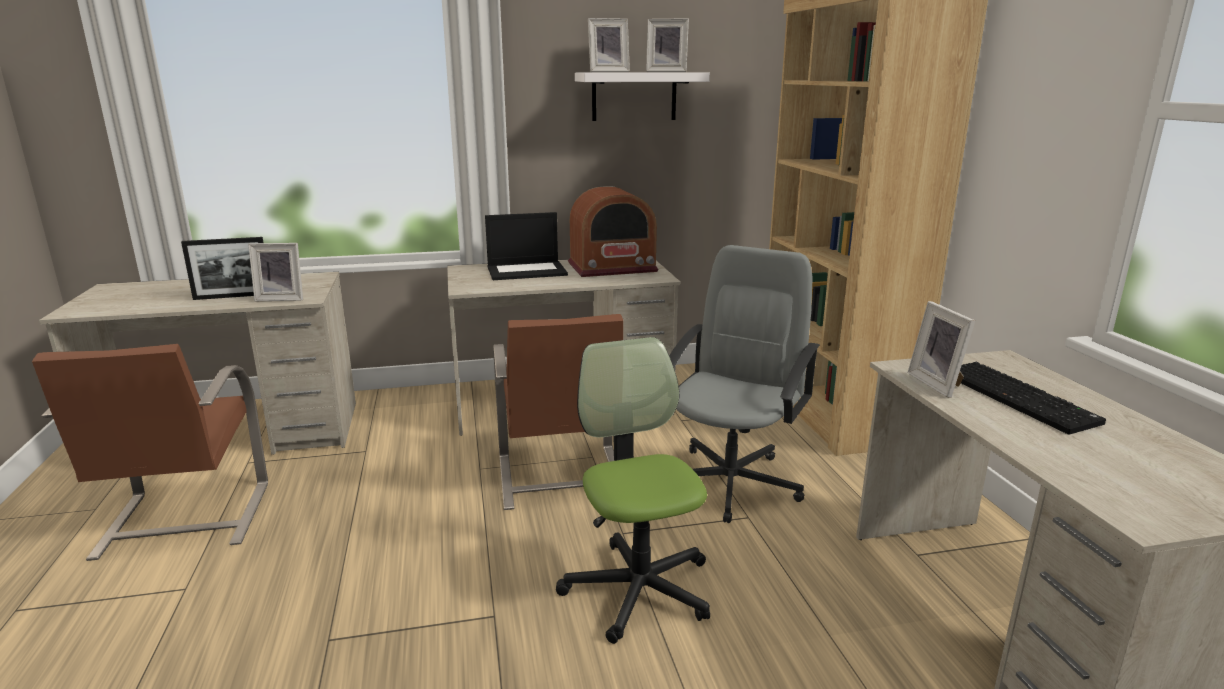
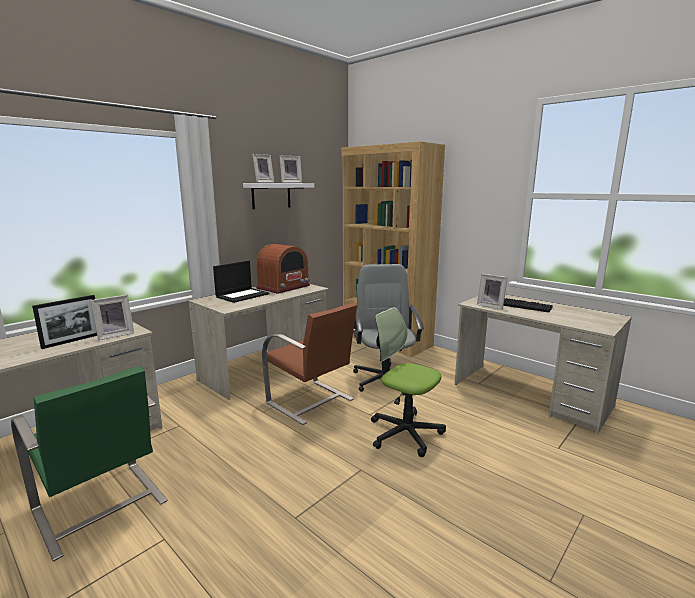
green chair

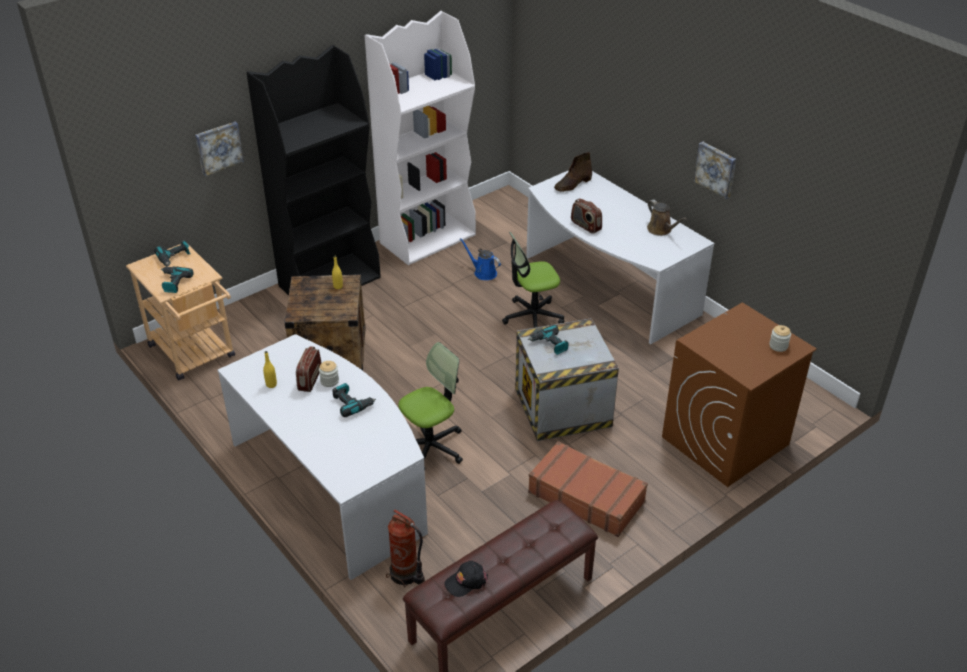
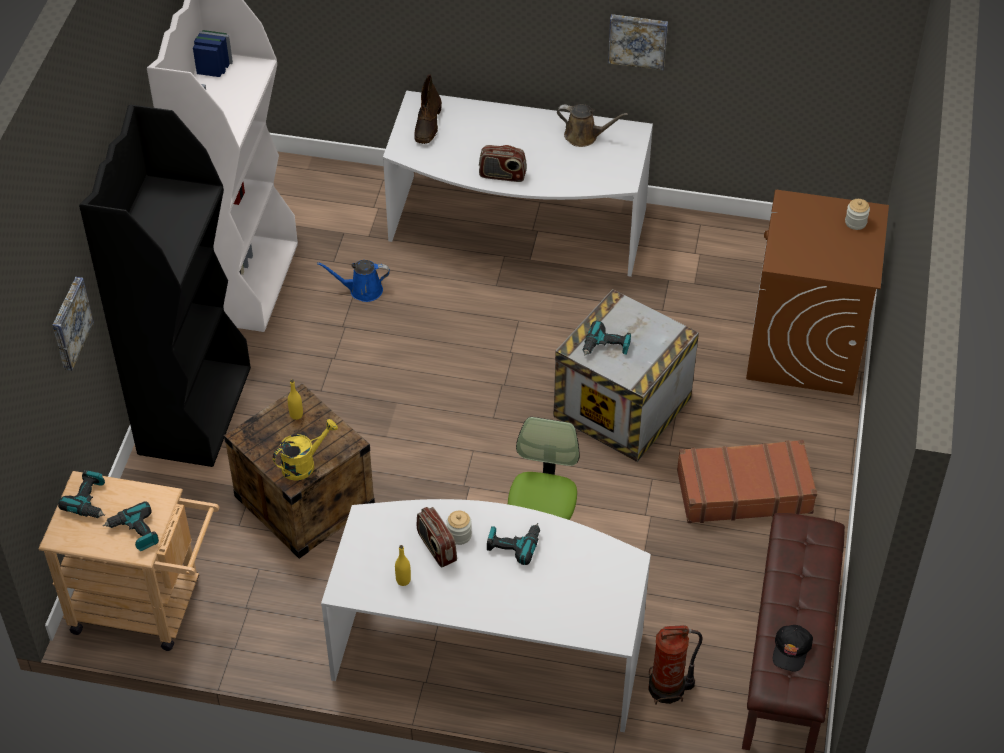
computer chair (no. 2 from left in the first image)
yellowish watering can

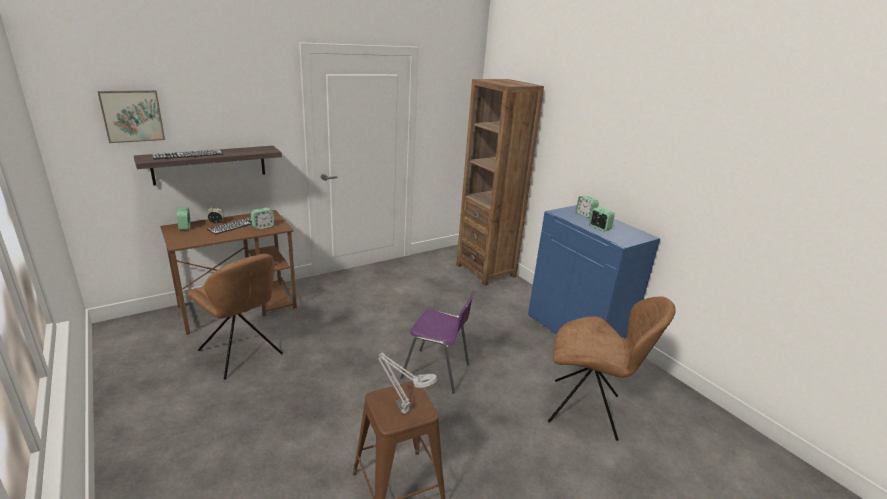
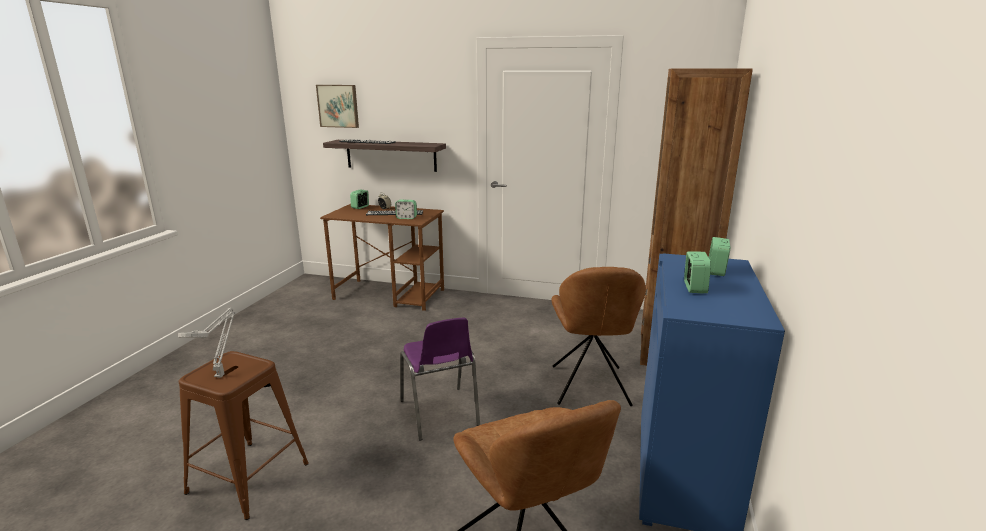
brownish chair (no. 2 from left)

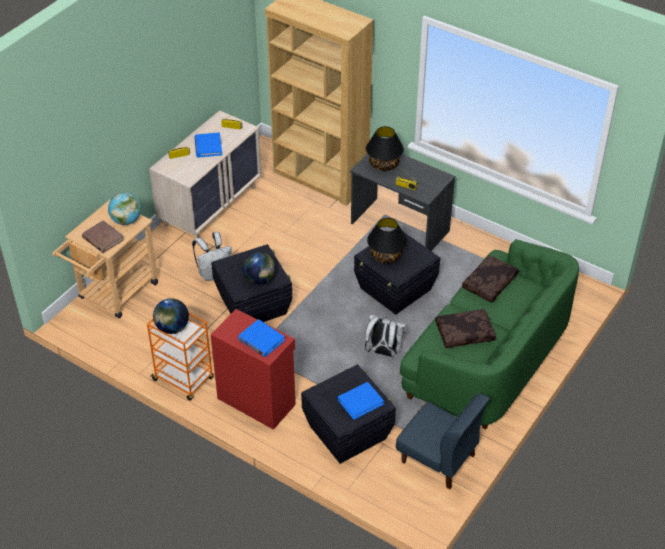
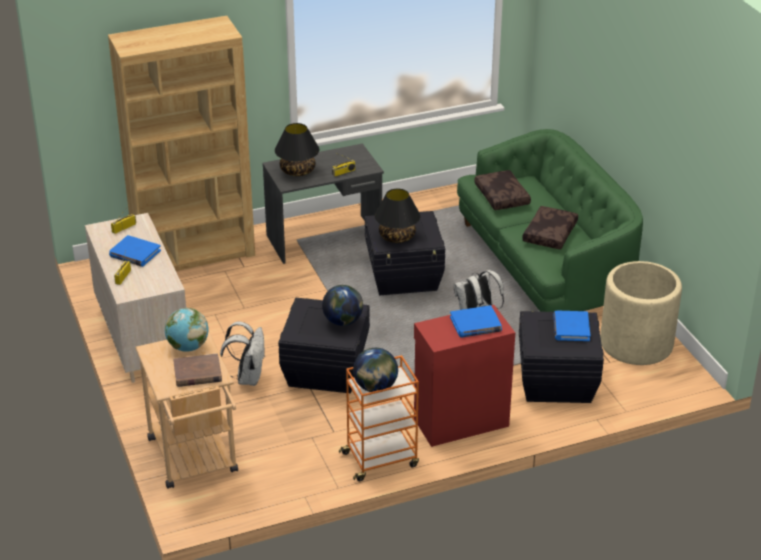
sand-coloured plant pot

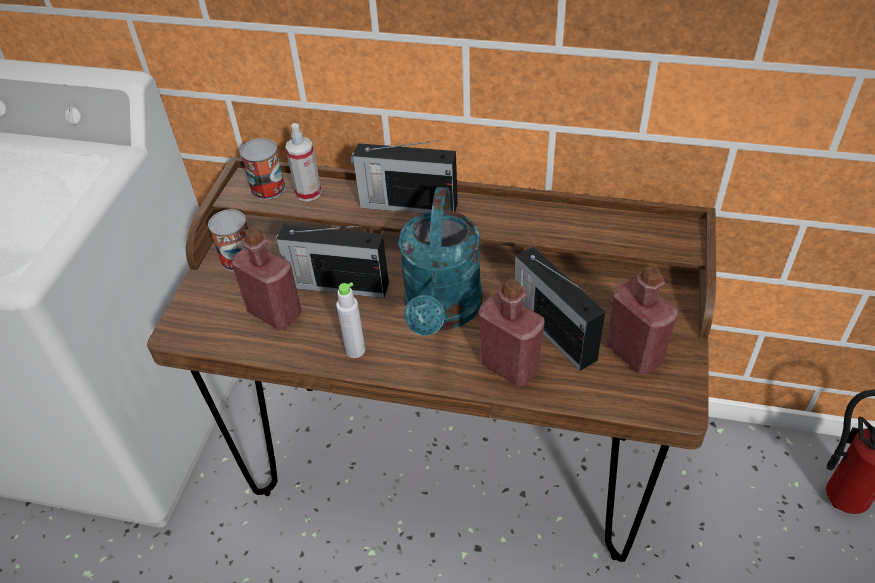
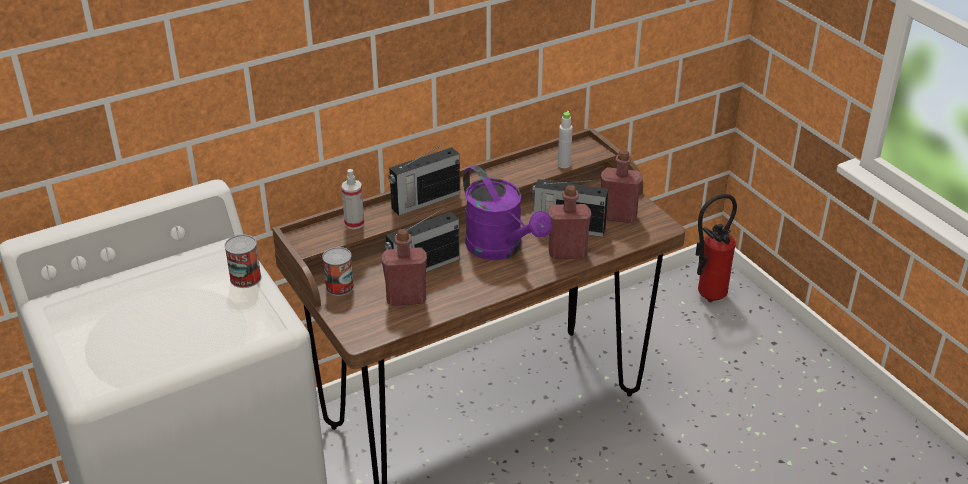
metal can (no. 1 from left)
gray bottle
purplish watering can

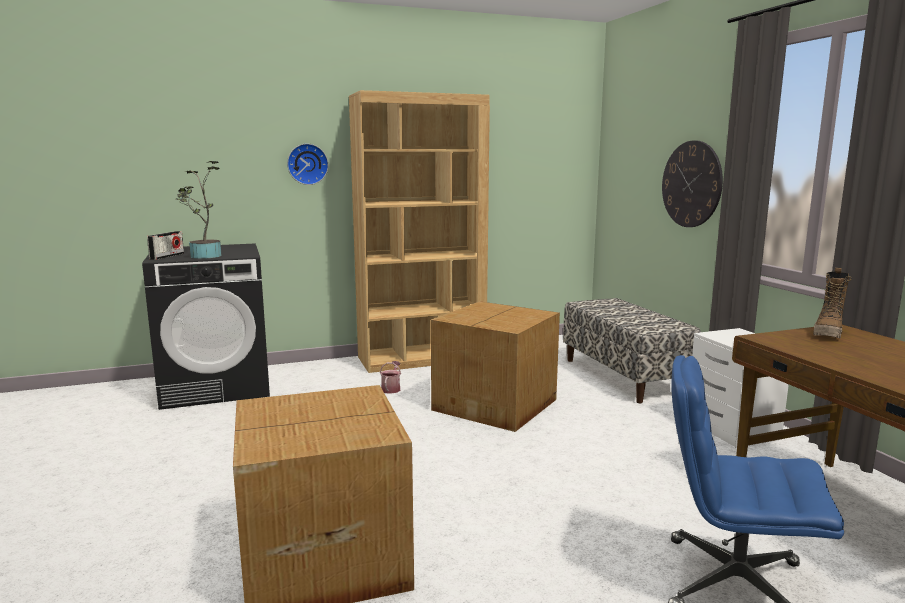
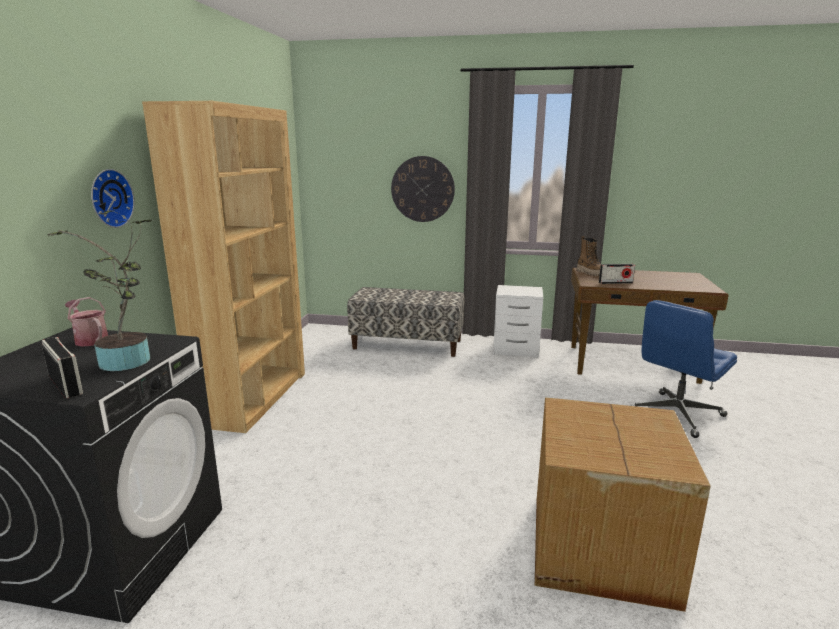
watering can
packing box (no. 2 from left in the first image)
radio set (no. 2 from left)

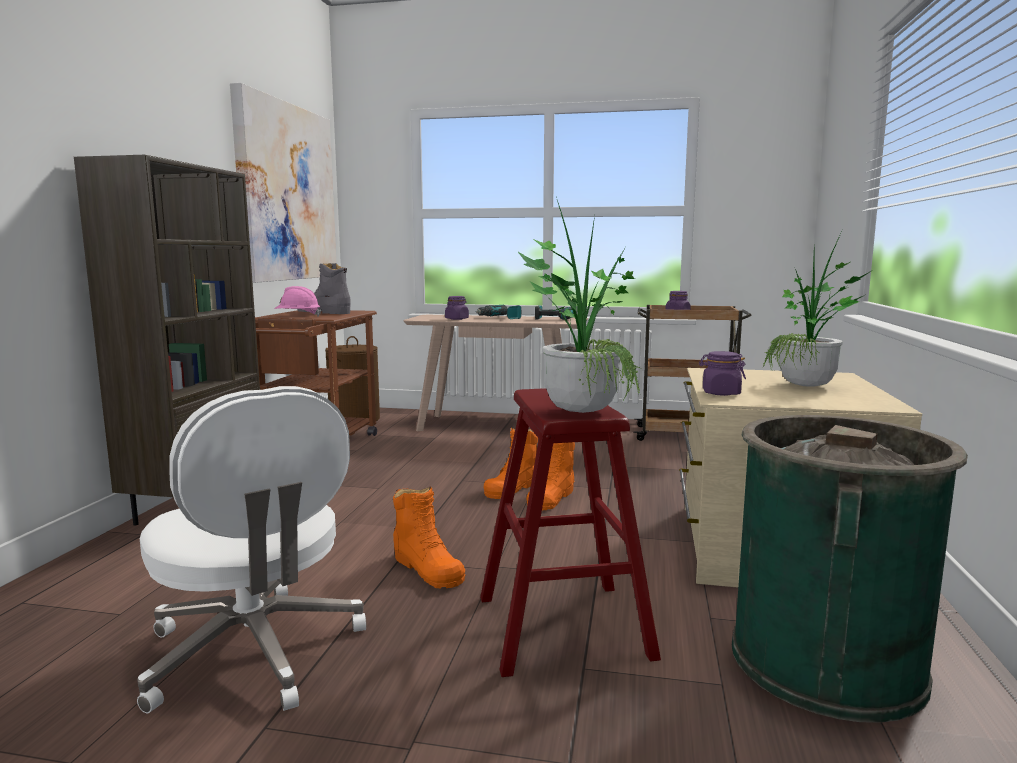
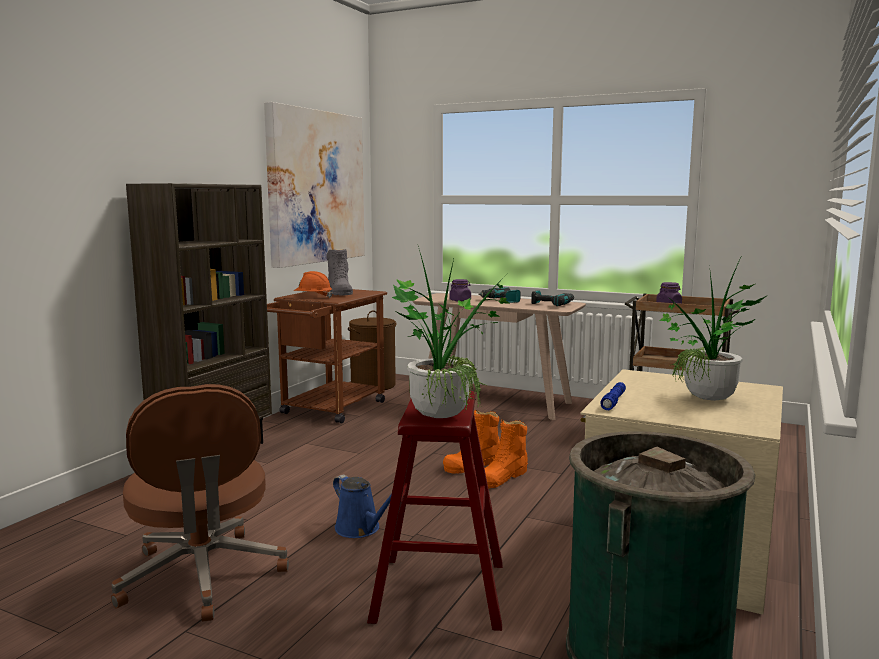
brownish computer chair
orange work helmet
gray tall boot
bluish watering can
bluish torch

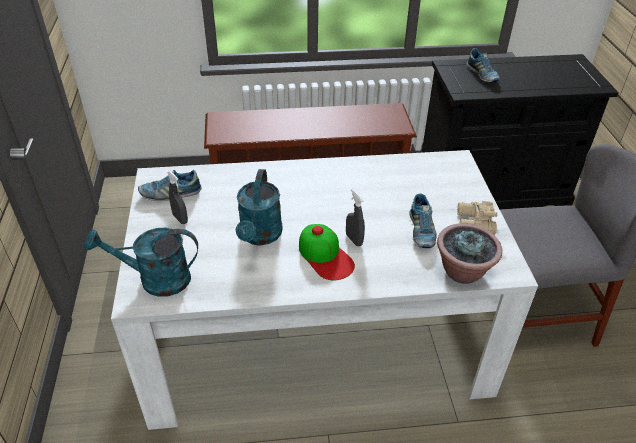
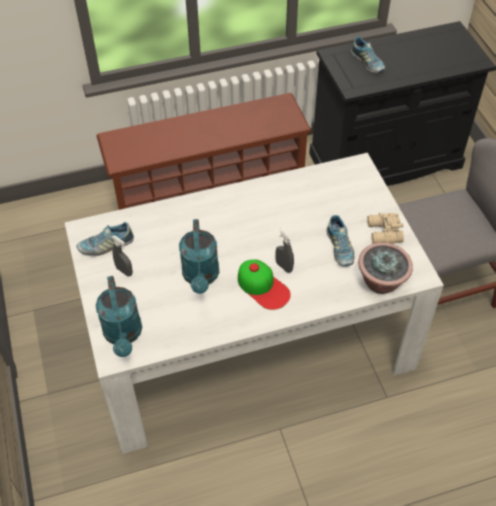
turquoise-coloured watering can (no. 1 from left)

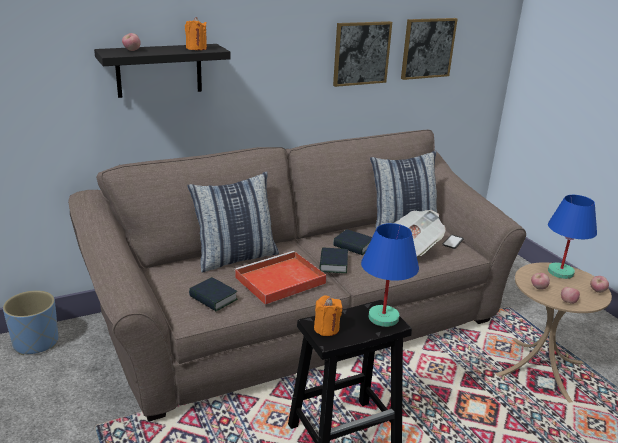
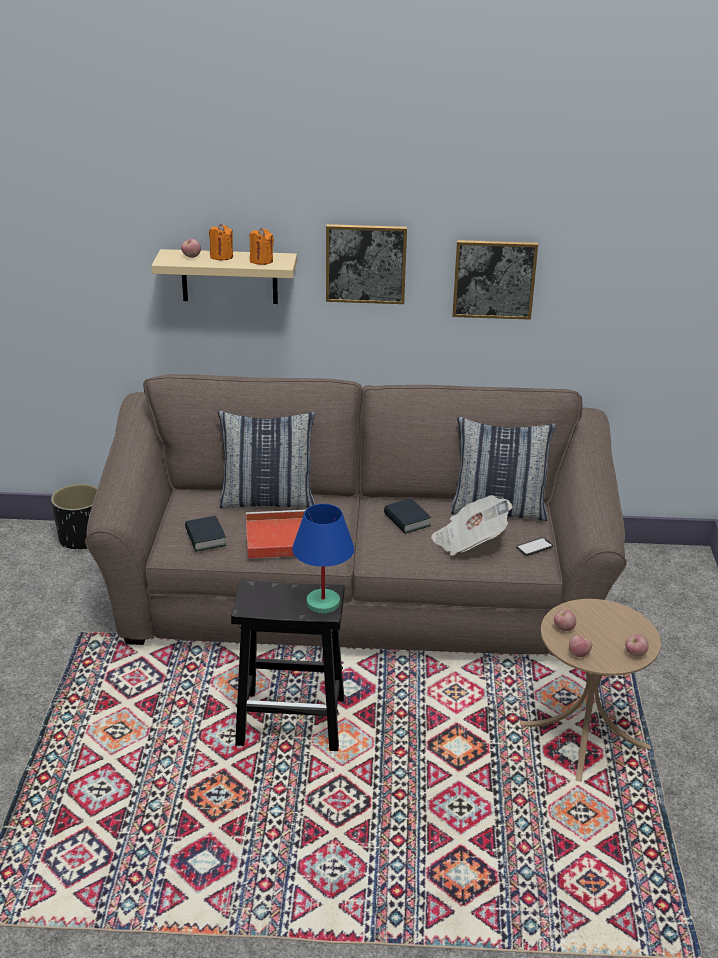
black plant pot
sand-coloured shelf
orange candle (no. 1 from left)
volume (no. 2 from left in the first image)
wall picture (no. 1 from left)
bluish table lamp (no. 2 from left in the first image)

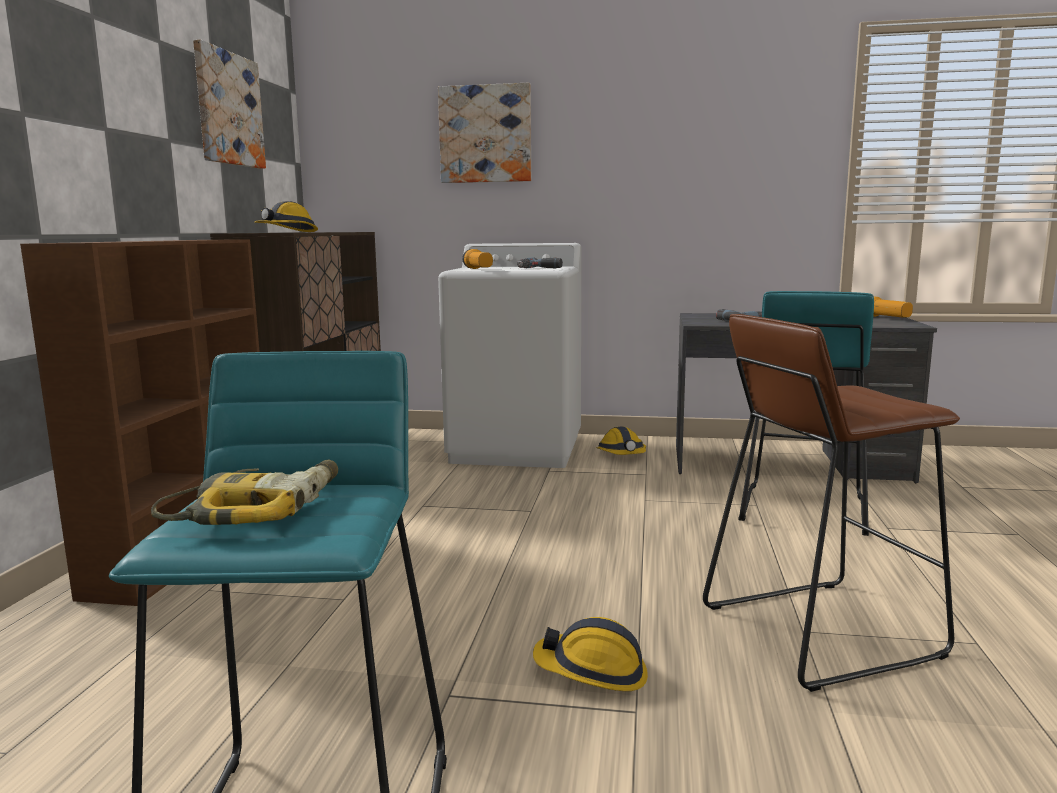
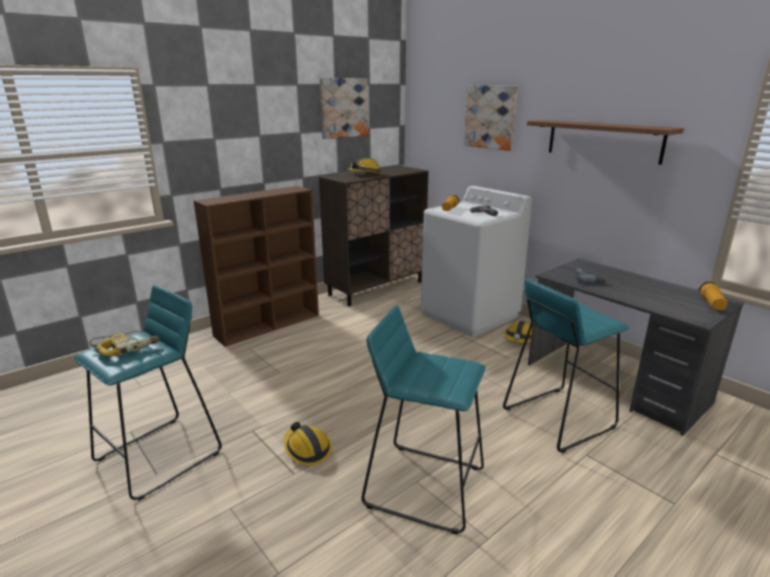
turquoise-coloured stool seat (no. 2 from left)
shelf

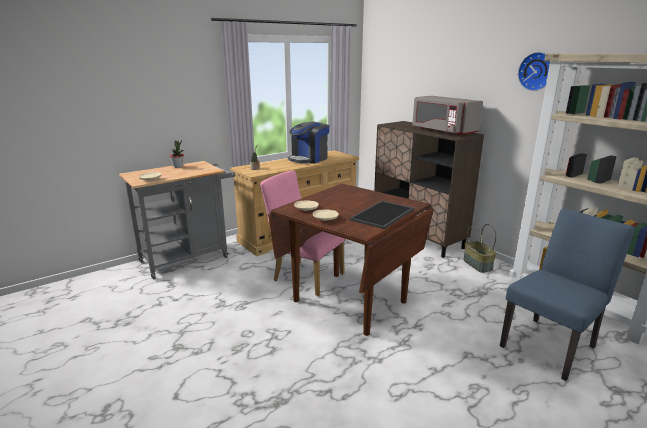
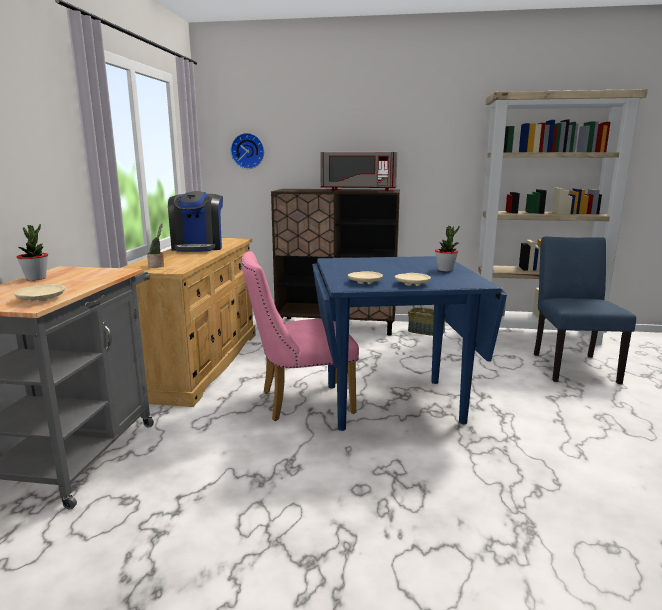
bluish kitchen table
plant in a pot (no. 3 from left)
hanging clock

